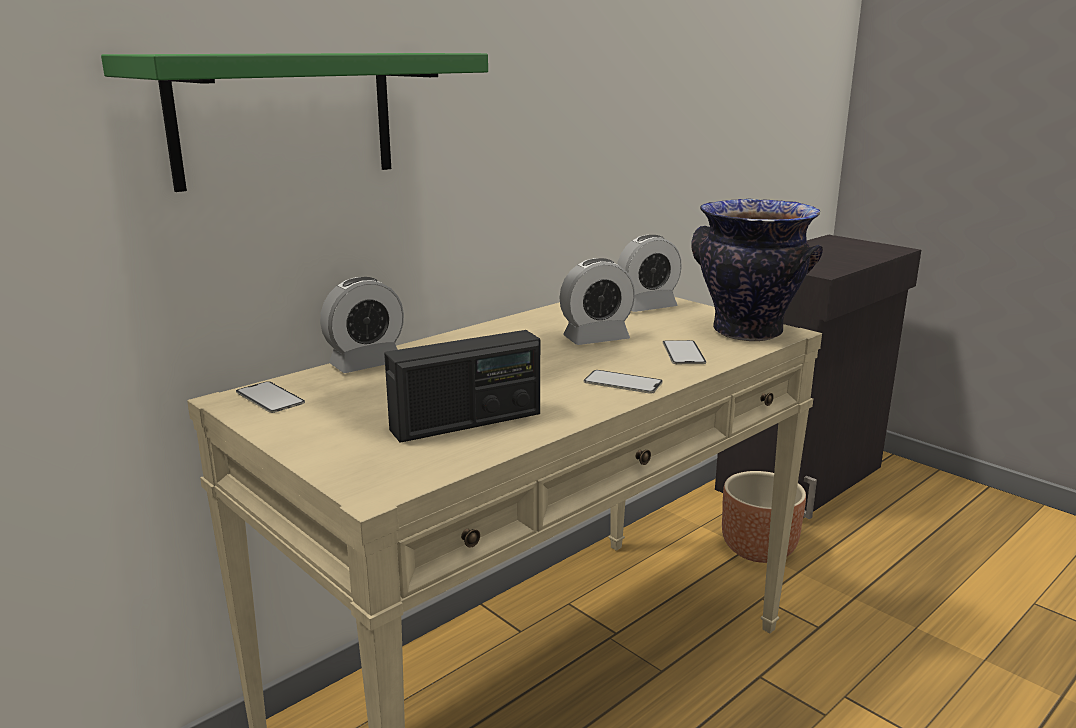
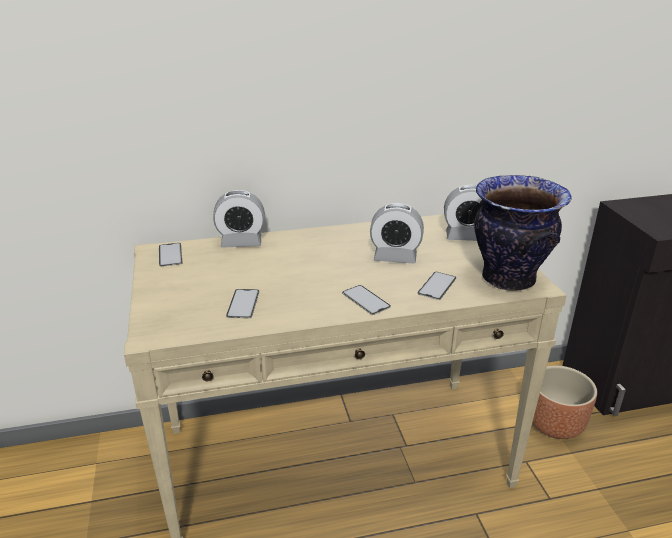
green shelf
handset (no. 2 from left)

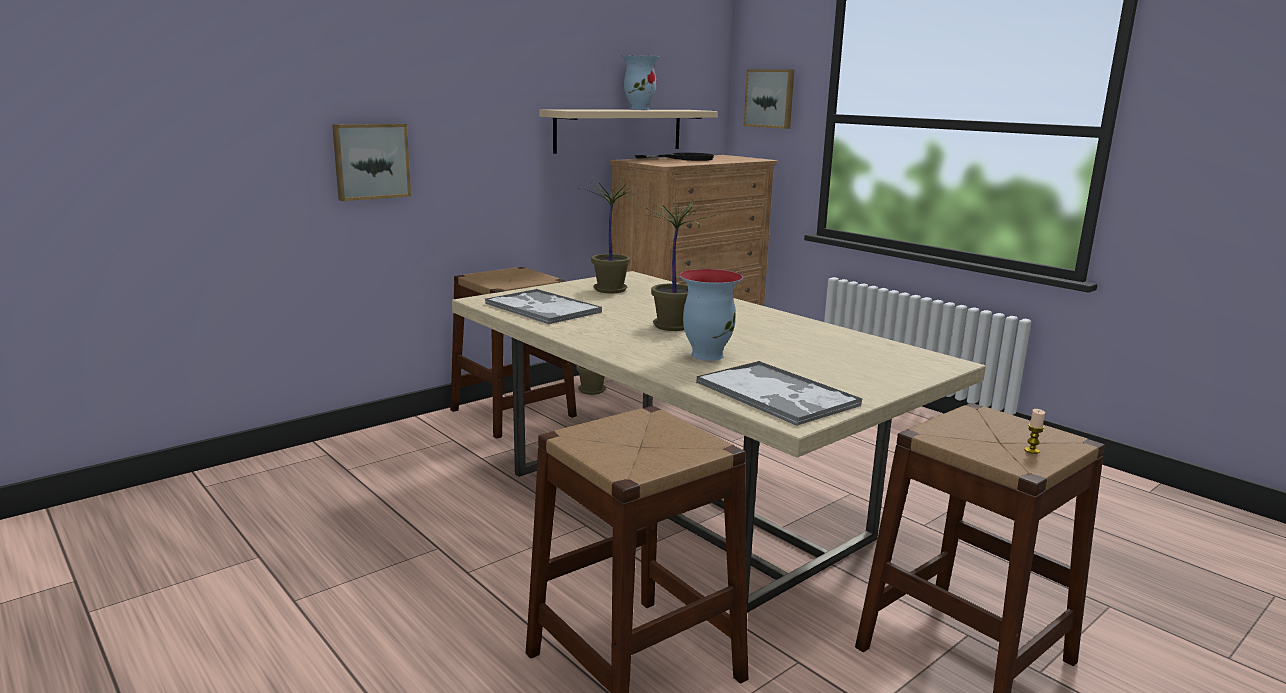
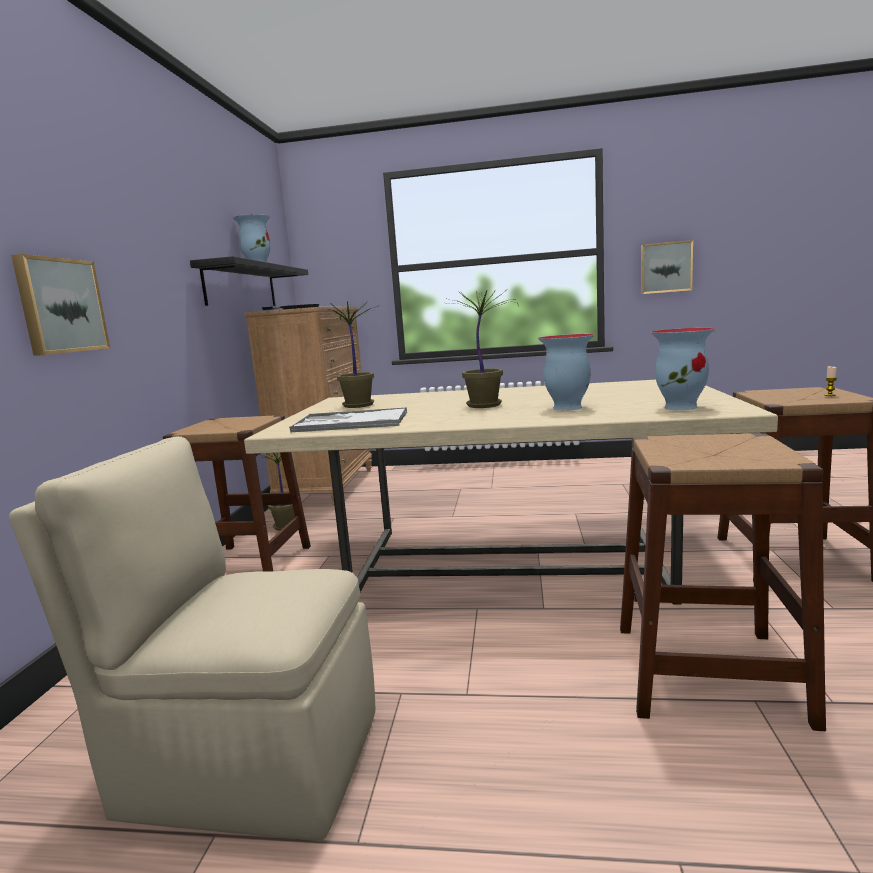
black shelf
flower vase (no. 3 from left)
wall picture (no. 2 from left)
sand-coloured chair

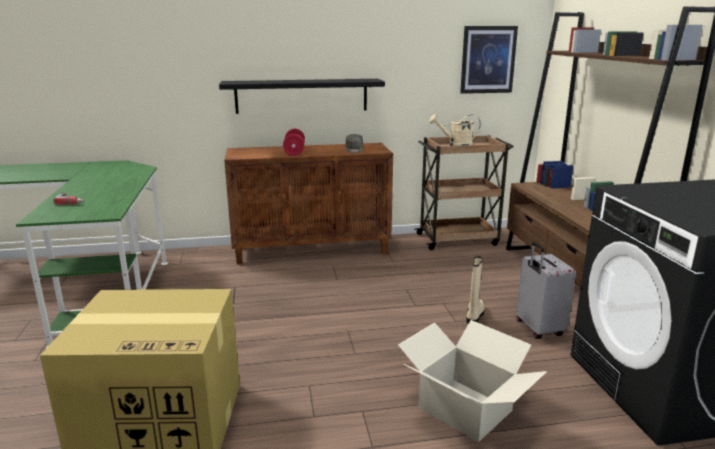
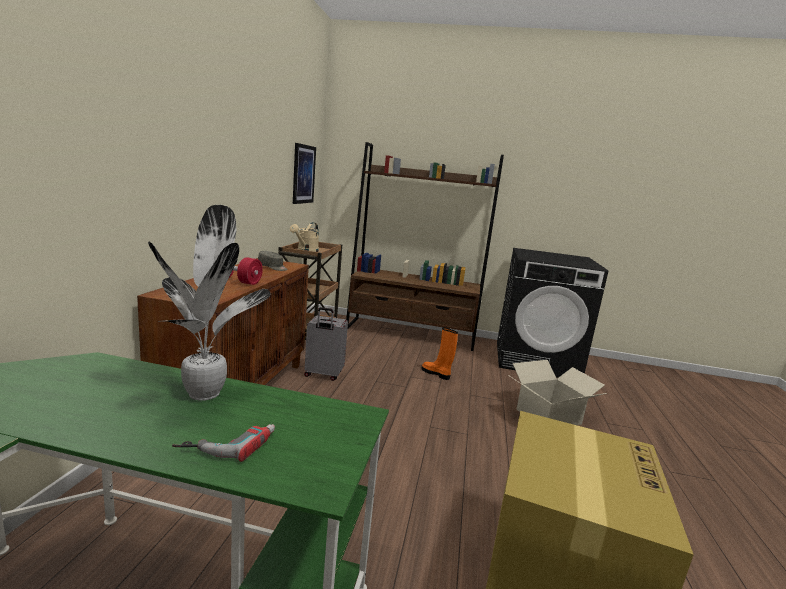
black shelf
orange tall boot
gray piece of luggage
plant in a pot

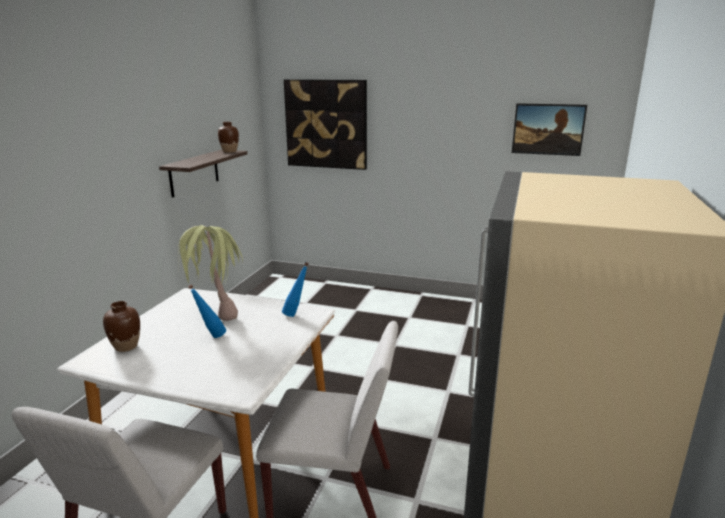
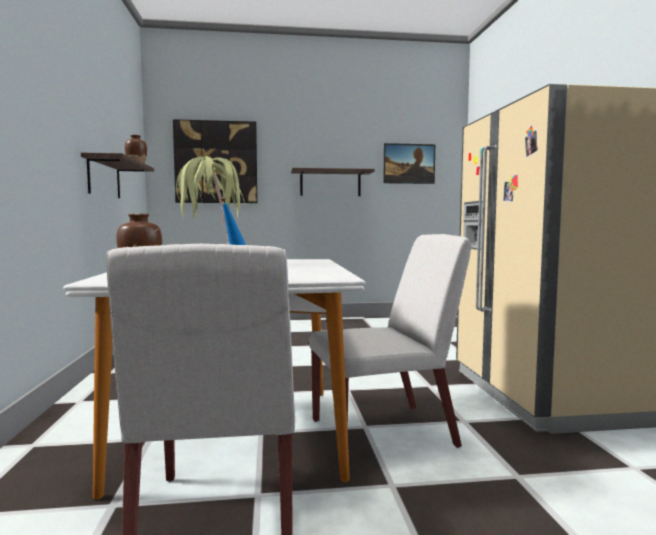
bluish bottle (no. 2 from left in the first image)
shelf (no. 2 from left)

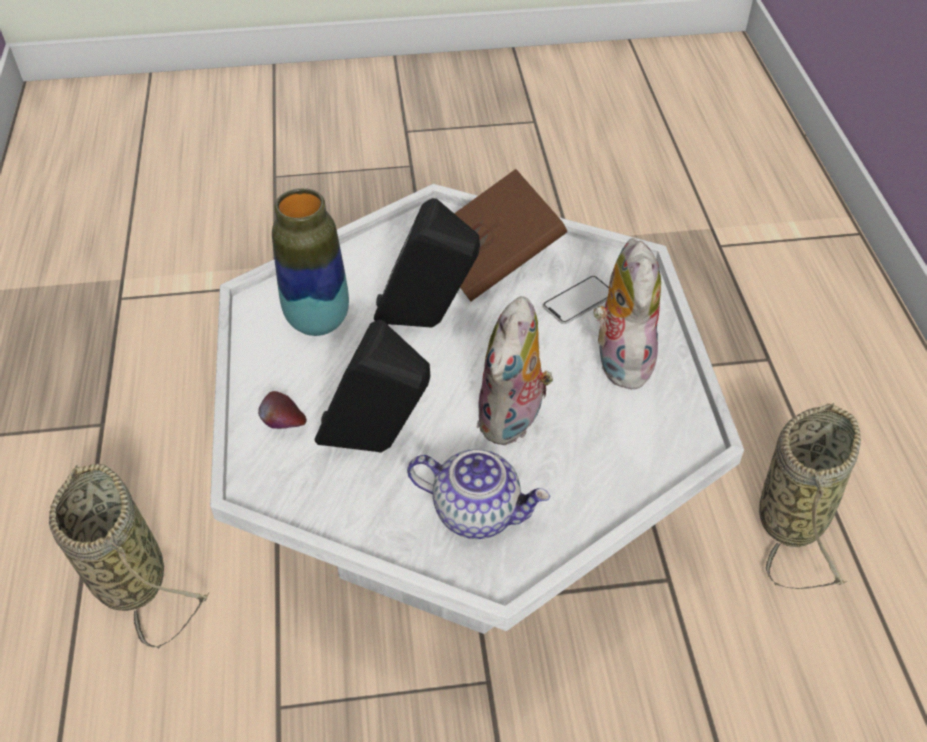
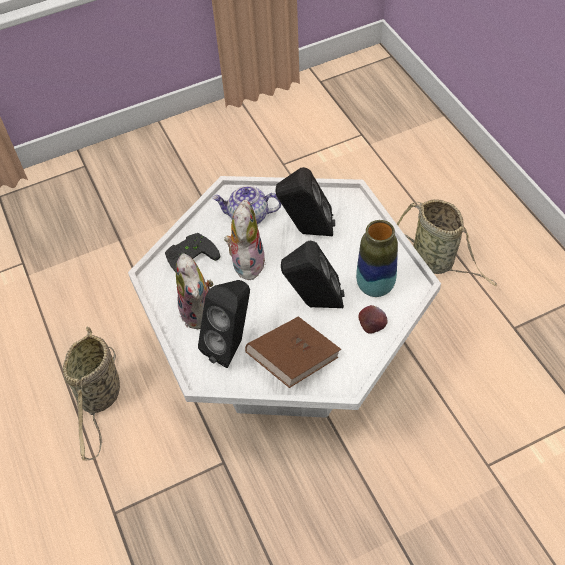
apple
black audio speaker (no. 1 from left)
black game controller

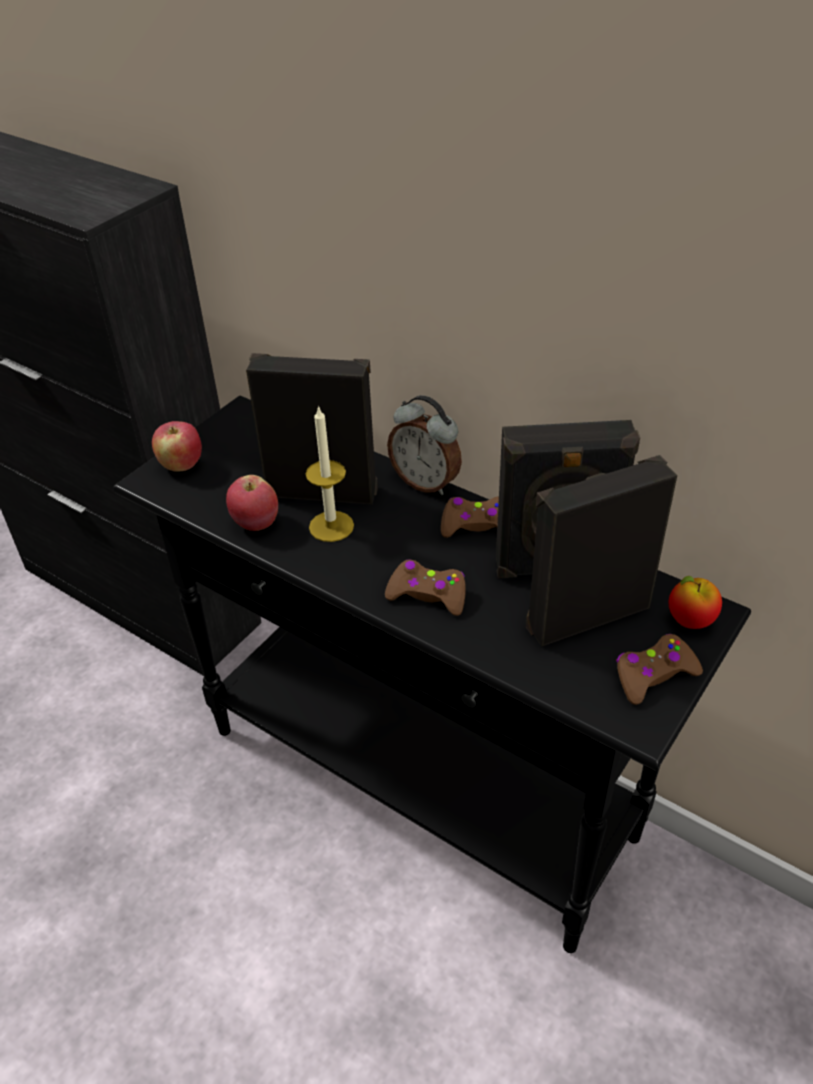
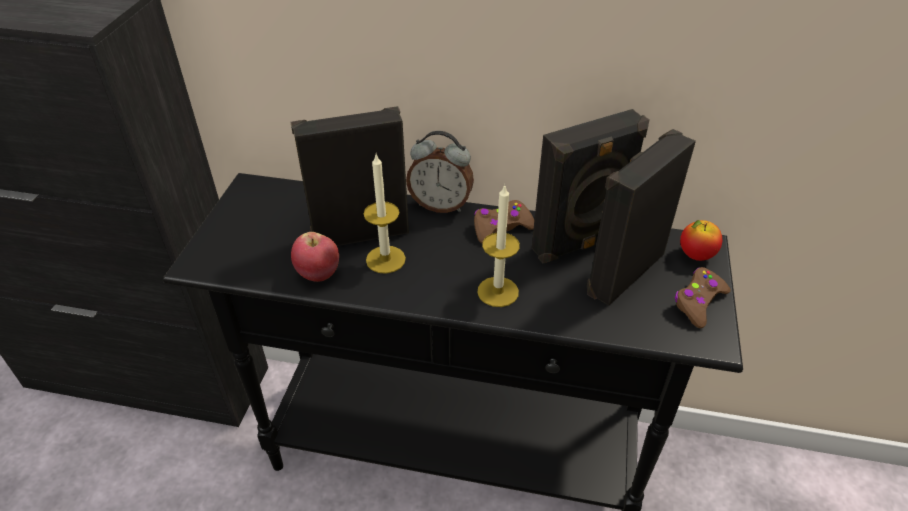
apple (no. 1 from left in the first image)
candle (no. 2 from left)

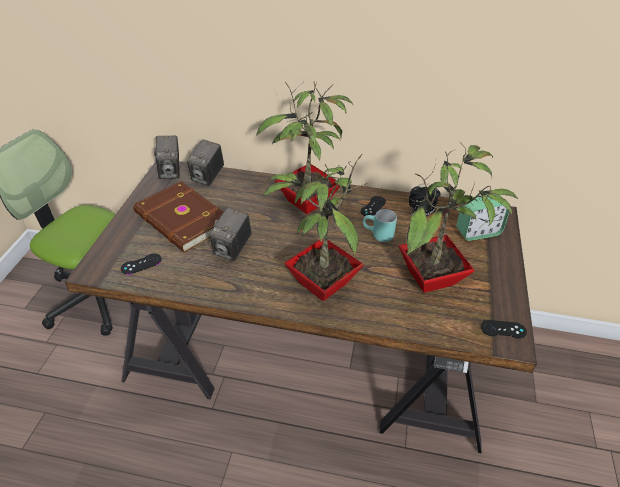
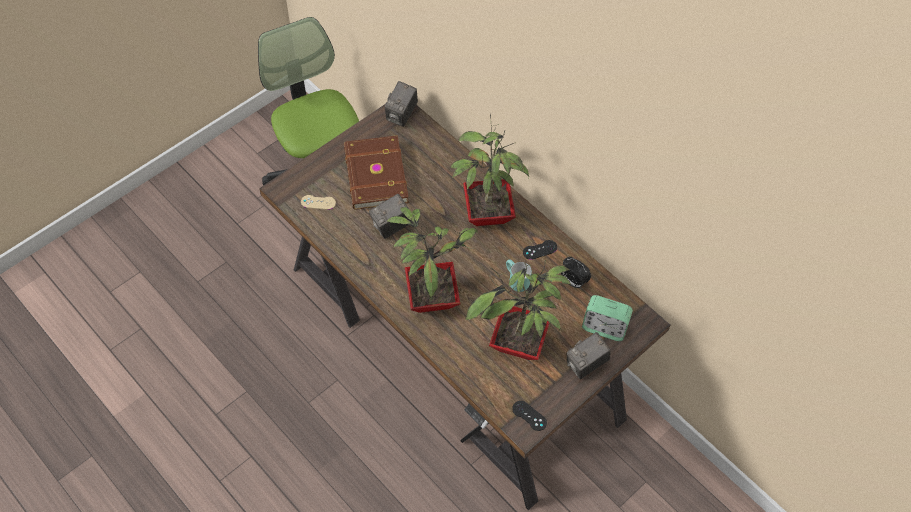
sand-coloured game controller
photo camera (no. 3 from left)

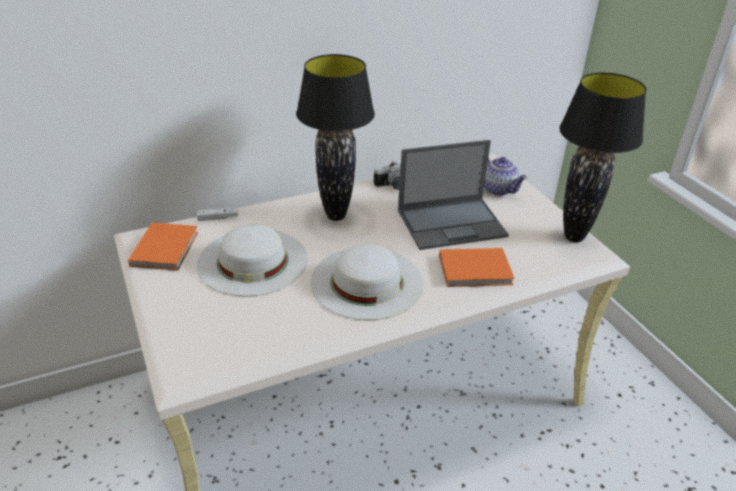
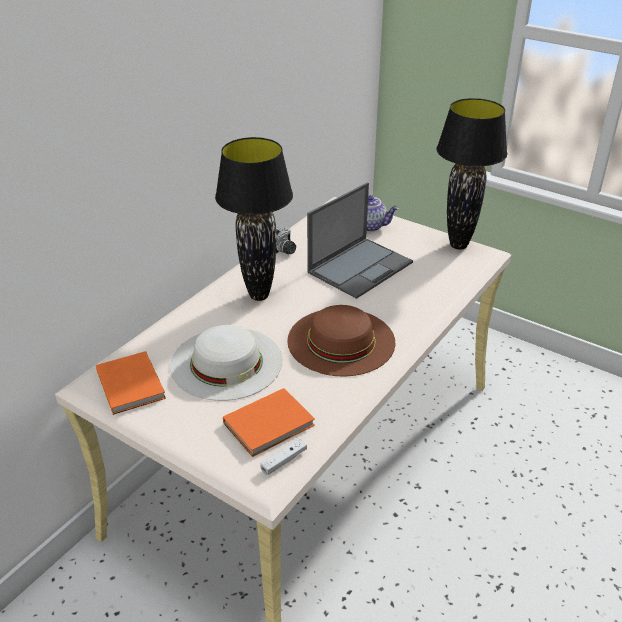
white game controller
brownish wearable hat
orange volume (no. 2 from left)

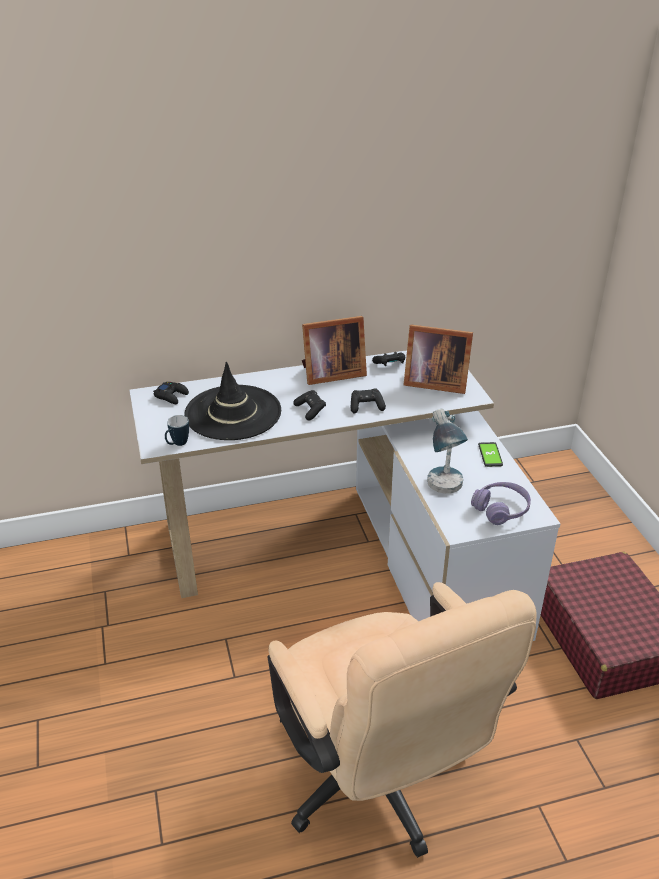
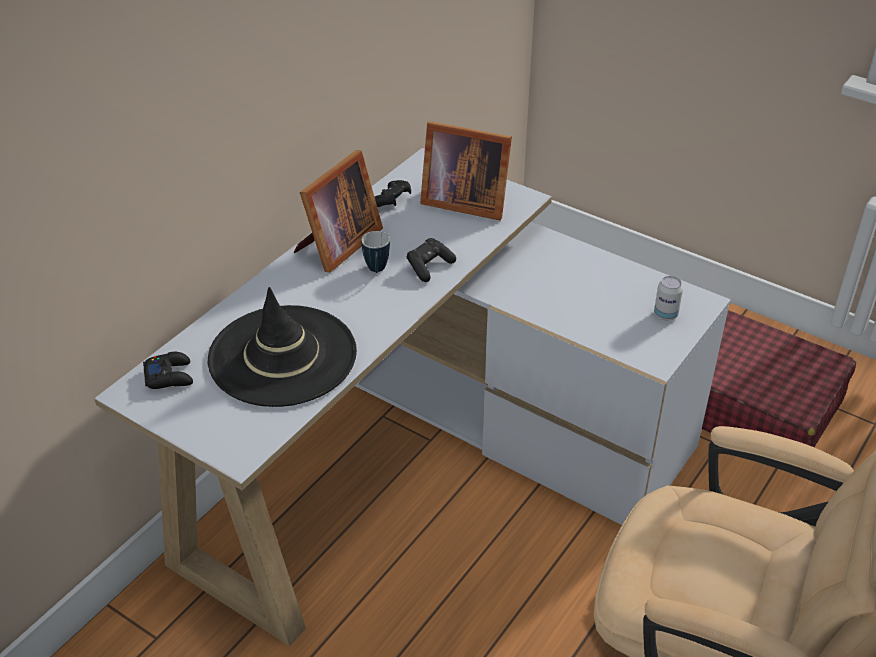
tea mug
black game controller (no. 2 from left in the first image)
picture frame (no. 2 from left)
table lamp
metal can
handset

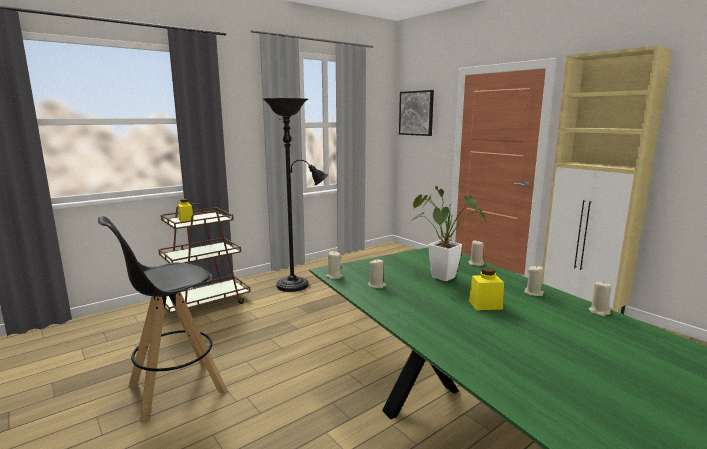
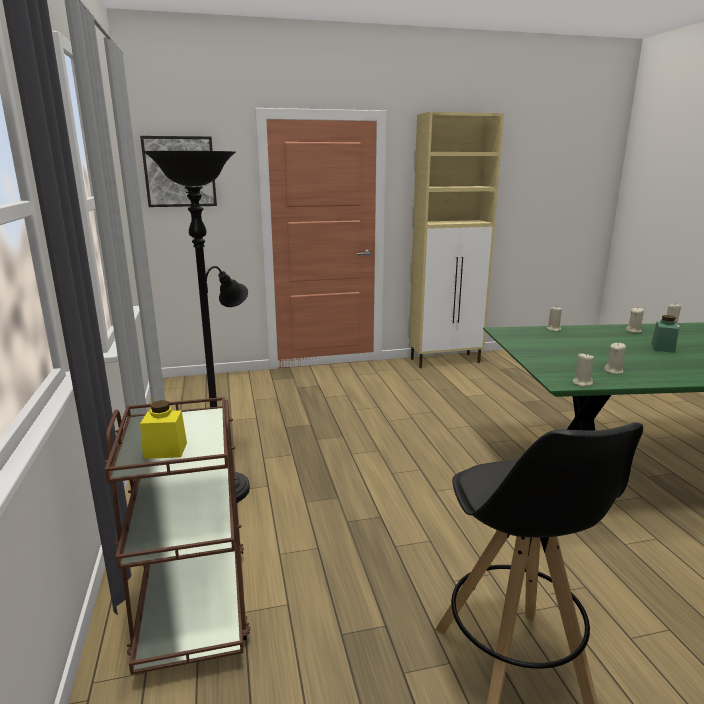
plant in a pot
green preserve jar

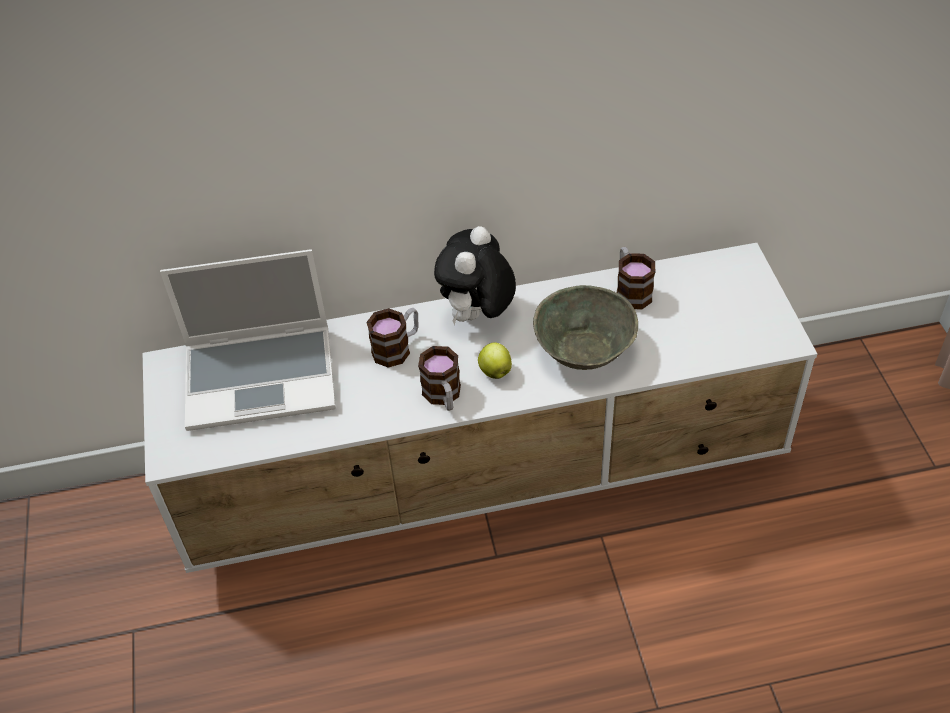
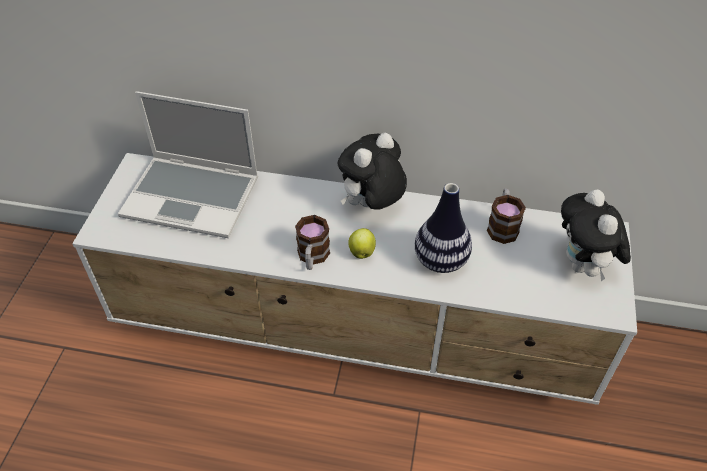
tea mug (no. 1 from left in the first image)
flower vase
cuddly toy (no. 2 from left)

